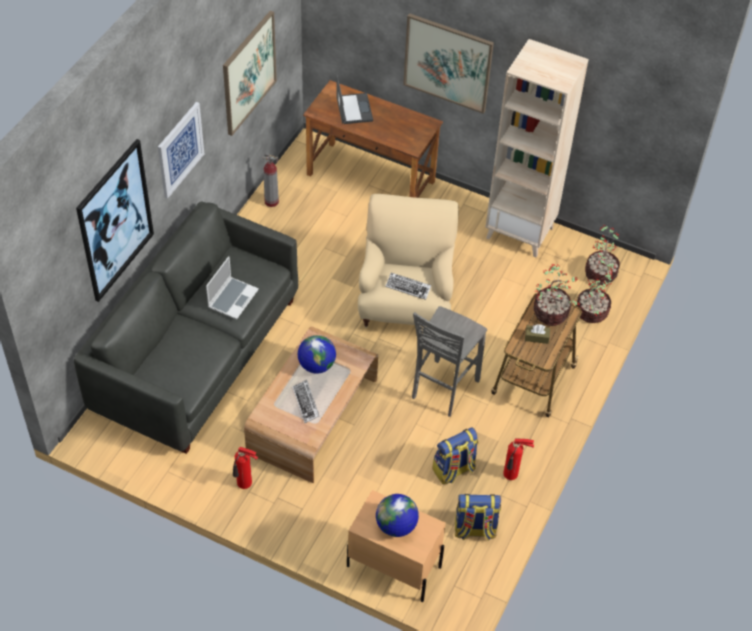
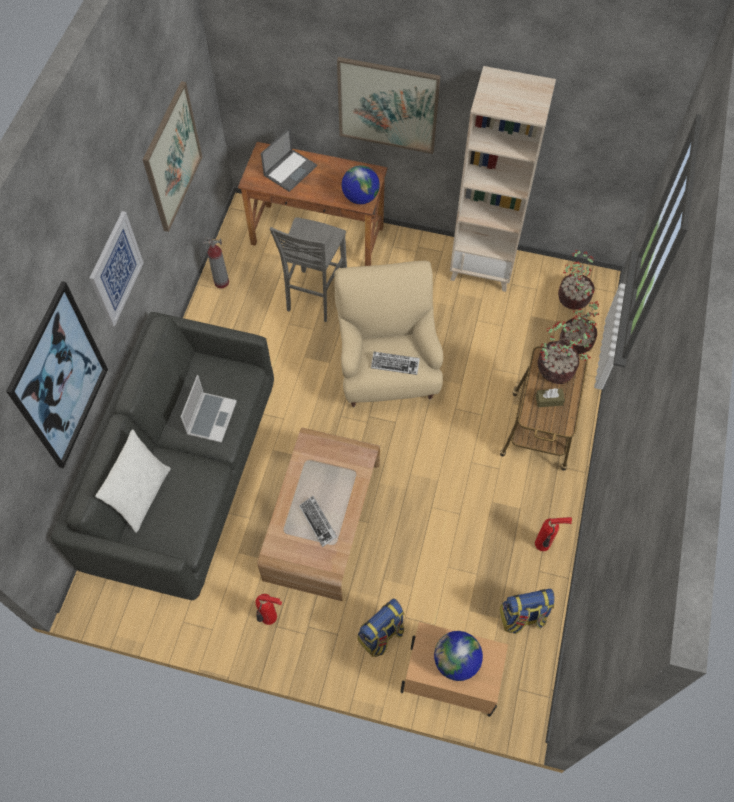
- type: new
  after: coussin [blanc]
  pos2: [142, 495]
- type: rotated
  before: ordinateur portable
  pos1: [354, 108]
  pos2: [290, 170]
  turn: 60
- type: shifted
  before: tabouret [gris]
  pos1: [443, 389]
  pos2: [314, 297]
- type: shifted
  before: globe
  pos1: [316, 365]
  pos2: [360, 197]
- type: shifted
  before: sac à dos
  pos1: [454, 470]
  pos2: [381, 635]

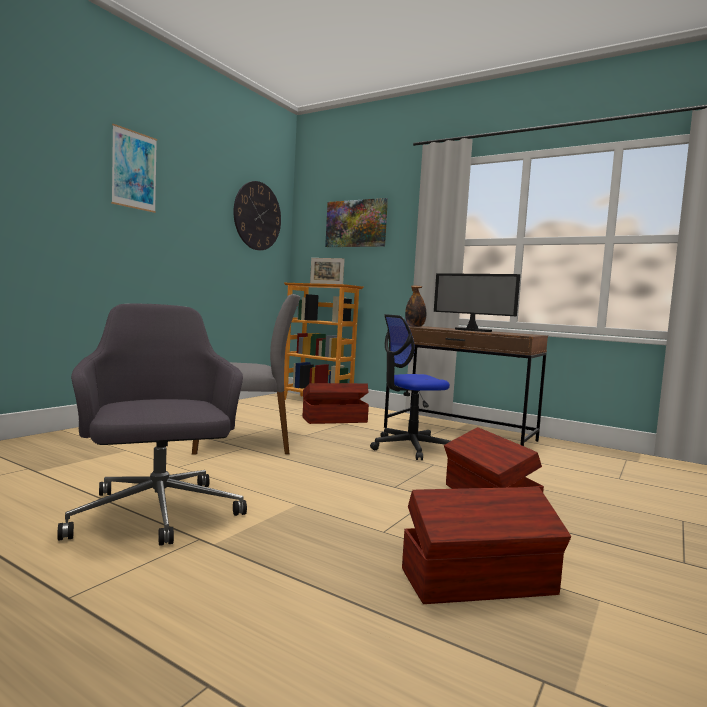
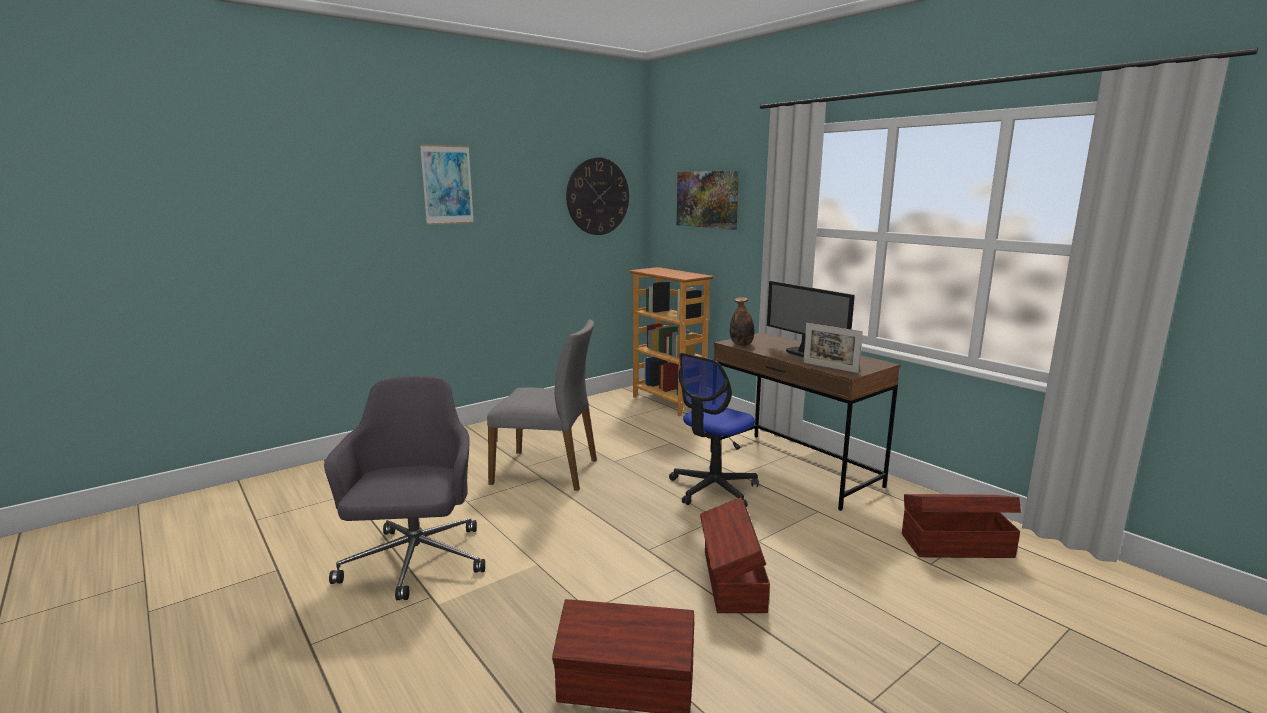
- type: rotated
  before: chaise de bureau
  pos1: [409, 447]
  pos2: [713, 489]
  turn: -45
- type: shifted
  before: cadre photo
  pos1: [326, 284]
  pos2: [830, 367]
- type: shifted
  before: boîte de rangement [marron]
  pos1: [333, 420]
  pos2: [954, 544]

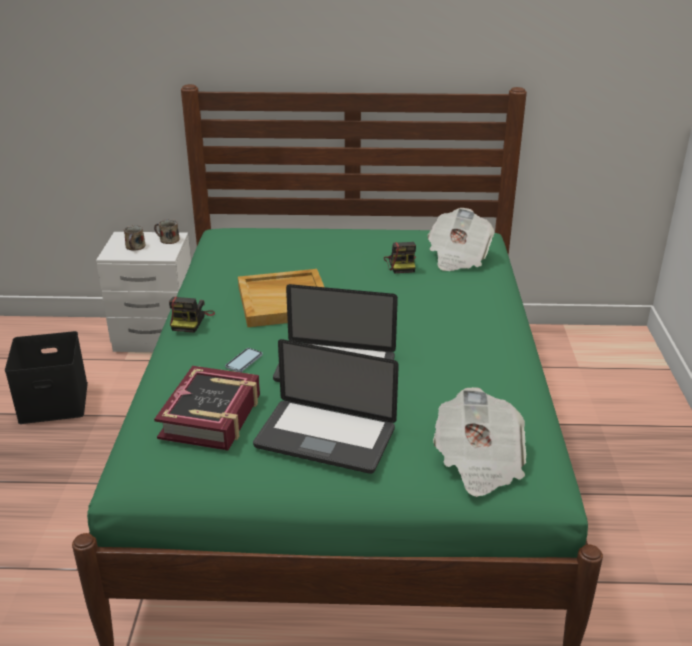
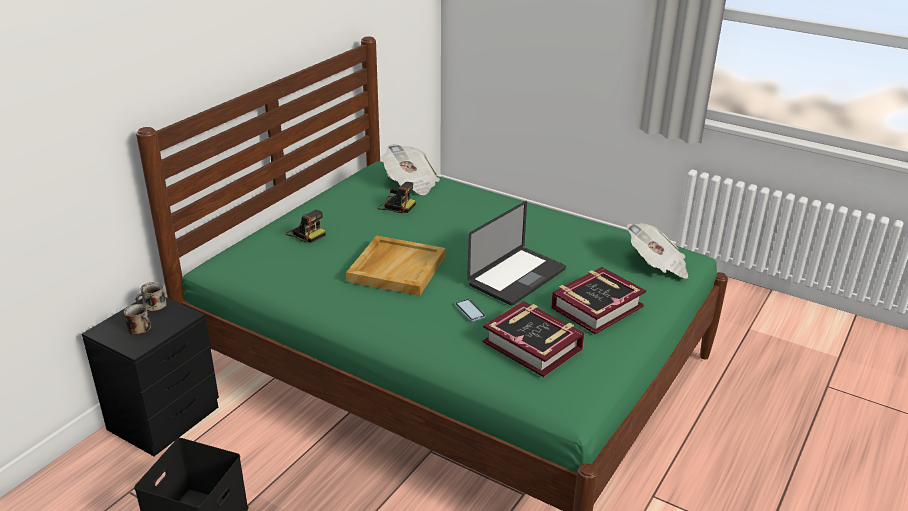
- type: repainted
  before: table de chevet [blanc]
  after: table de chevet [noir]
  pos1: [157, 337]
  pos2: [166, 418]
- type: shifted
  before: appareil photo
  pos1: [191, 320]
  pos2: [306, 233]
- type: swapped
  before: ordinateur portable
  after: livre
  pos1: [325, 438]
  pos2: [596, 307]

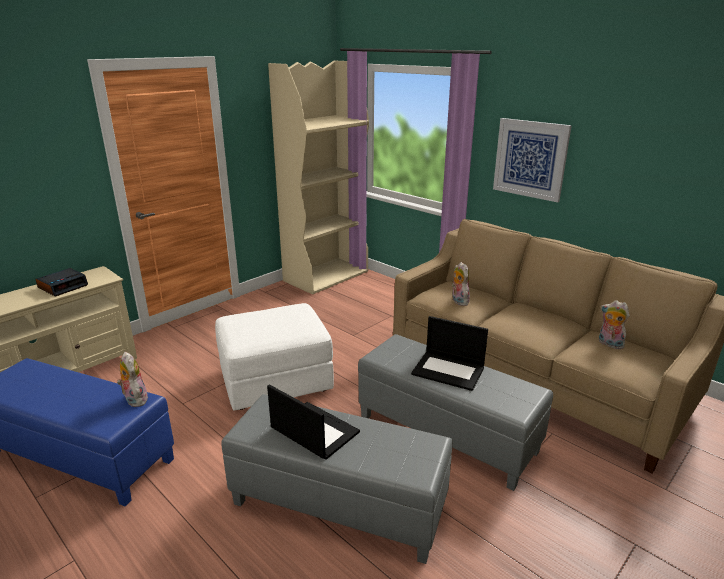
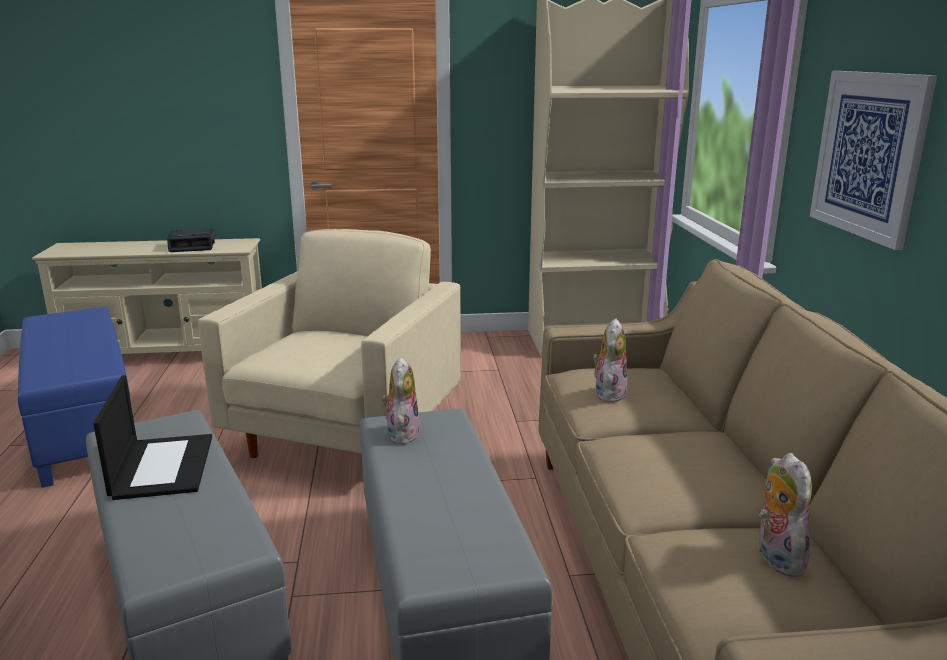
- type: swapped
  before: pouf [blanc]
  after: fauteuil [beige]
  pos1: [276, 380]
  pos2: [346, 434]
- type: shifted
  before: peluche
  pos1: [134, 399]
  pos2: [401, 433]
- type: gone
  before: ordinateur portable
  pos1: [449, 370]

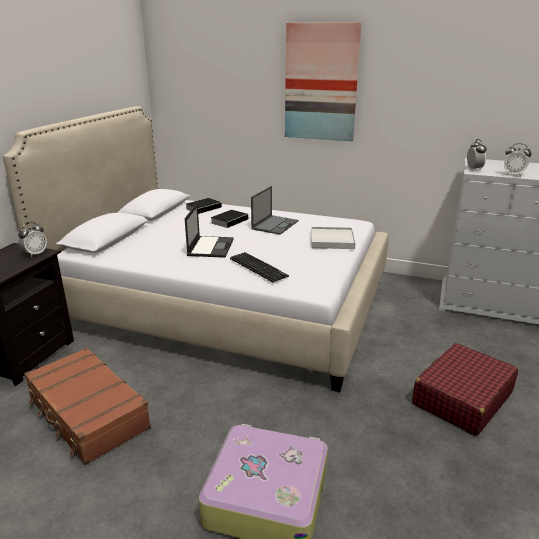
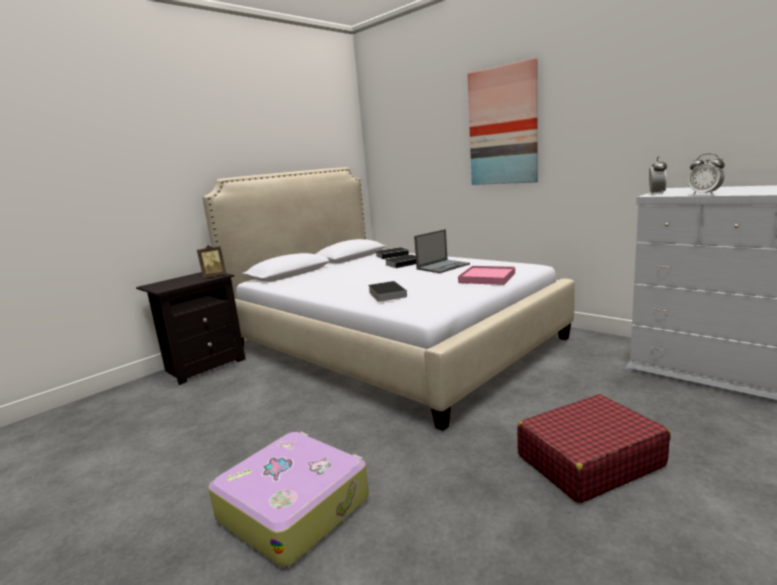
- type: swapped
  before: réveil
  after: cadre photo
  pos1: [35, 254]
  pos2: [214, 276]
- type: swapped
  before: clavier
  after: livre
  pos1: [258, 267]
  pos2: [386, 294]
- type: repainted
  before: plateau [blanc]
  after: plateau [rose]
  pos1: [332, 240]
  pos2: [487, 278]
- type: gone
  before: valise [marron]
  pos1: [87, 414]
- type: gone
  before: ordinateur portable
  pos1: [211, 247]

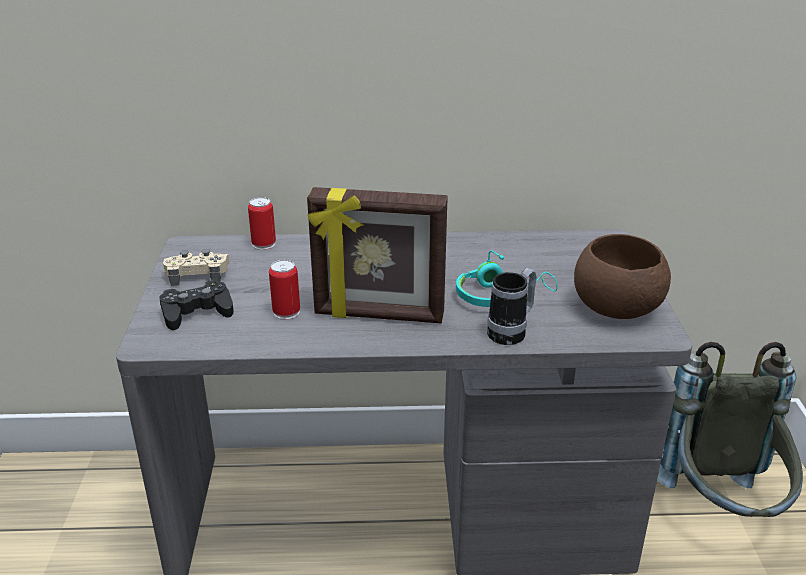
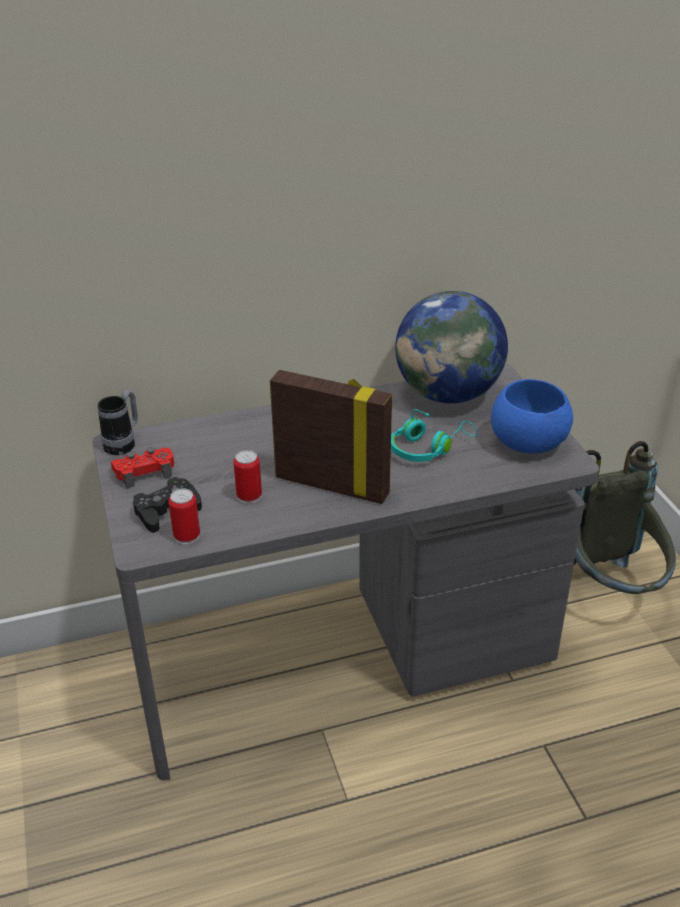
- type: shifted
  before: mug
  pos1: [511, 332]
  pos2: [124, 443]
- type: repainted
  before: manette [beige]
  after: manette [rouge]
  pos1: [197, 274]
  pos2: [144, 472]
- type: shifted
  before: boîte métallique
  pos1: [264, 244]
  pos2: [187, 536]
- type: rotated
  before: cadre photo
  pos1: [379, 315]
  pos2: [332, 485]
  turn: -150
- type: new
  after: globe
  pos2: [448, 394]
- type: repainted
  before: bol [marron]
  after: bol [bleu]
  pos1: [615, 309]
  pos2: [527, 444]

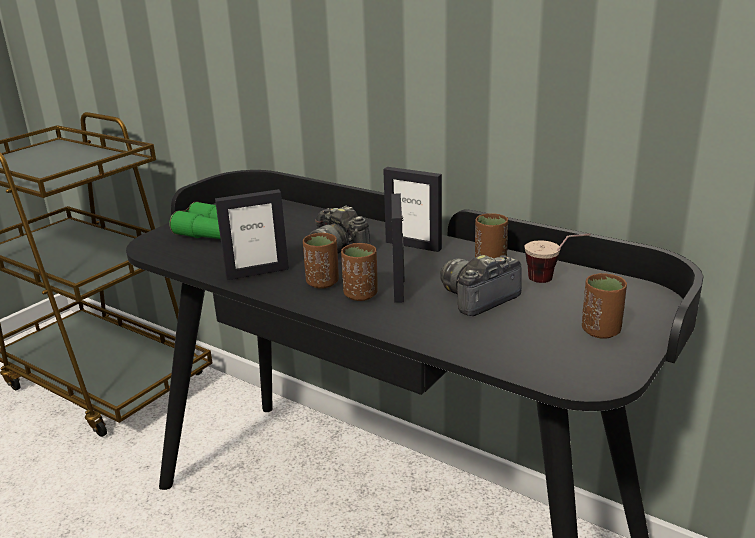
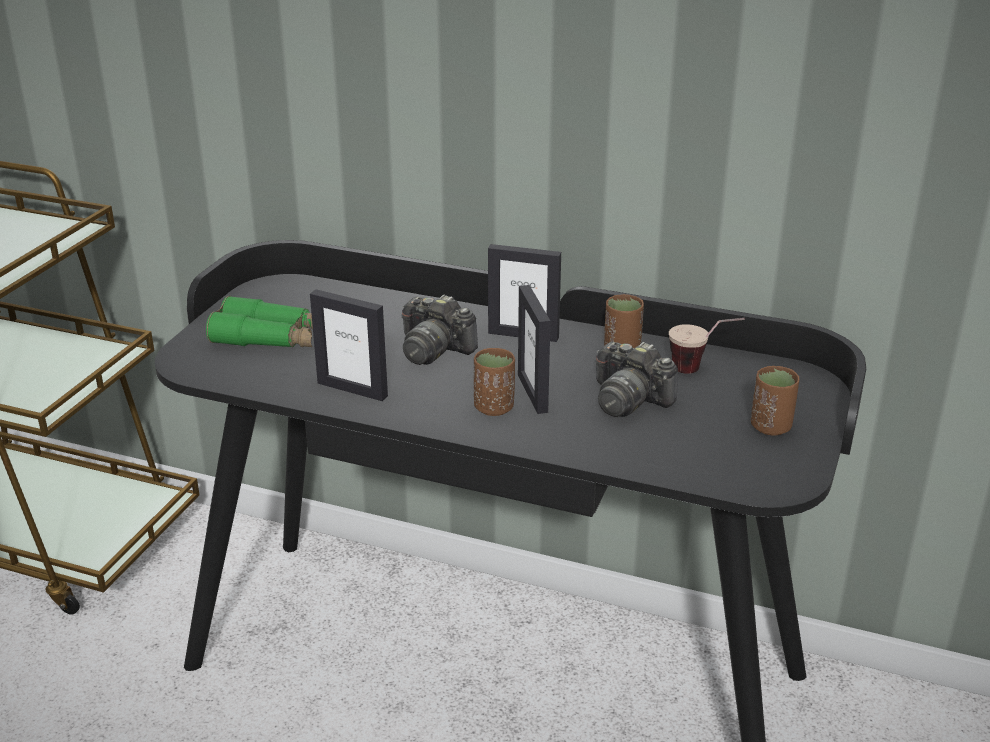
- type: rotated
  before: cadre photo
  pos1: [257, 272]
  pos2: [352, 389]
  turn: 60
- type: rotated
  before: appareil photo
  pos1: [478, 298]
  pos2: [628, 400]
  turn: -90
- type: gone
  before: tasse [marron]
  pos1: [322, 283]

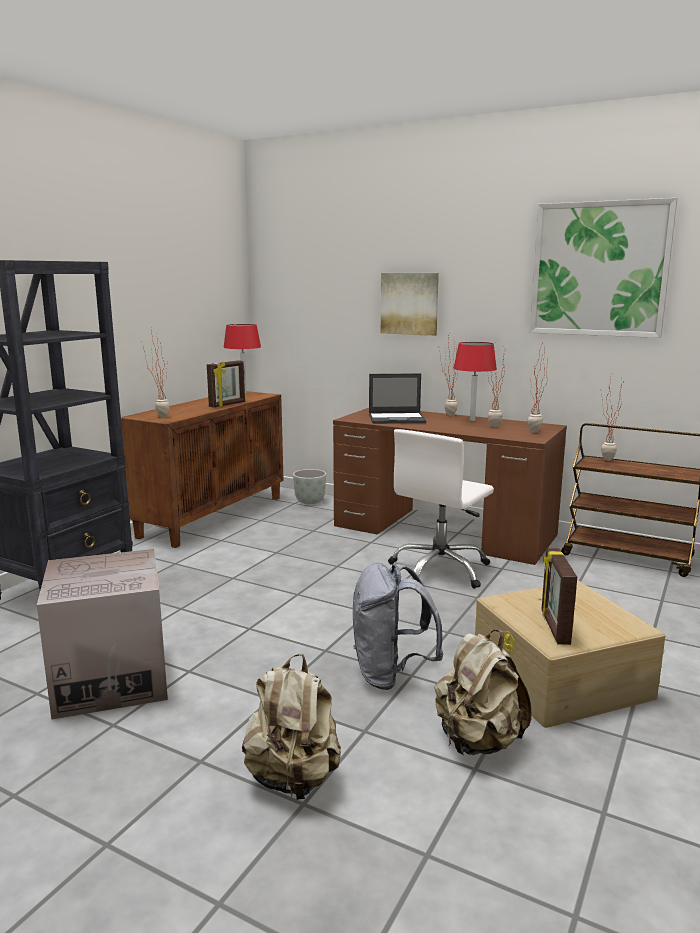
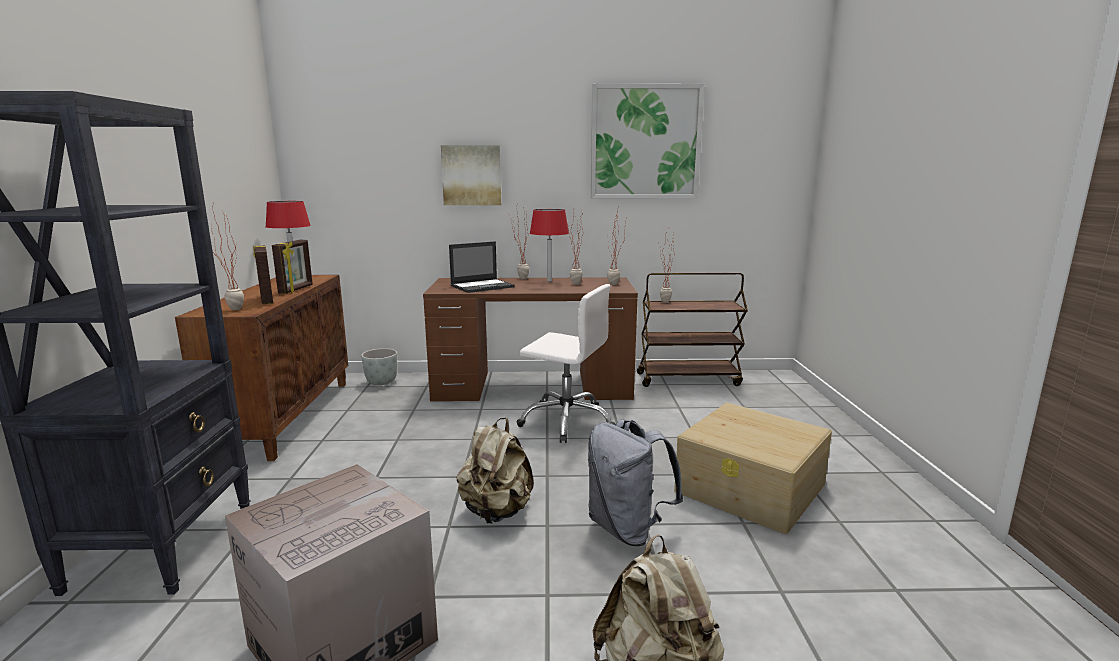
- type: shifted
  before: cadre photo
  pos1: [554, 628]
  pos2: [266, 300]
- type: shifted
  before: sac à dos [beige]
  pos1: [478, 741]
  pos2: [496, 512]
- type: rotated
  before: chaise de bureau [blanc]
  pos1: [440, 570]
  pos2: [567, 421]
  turn: -75

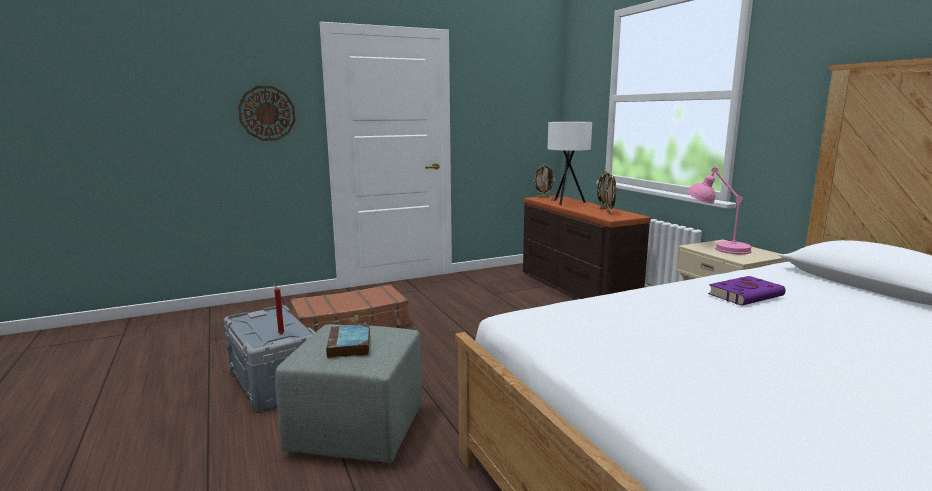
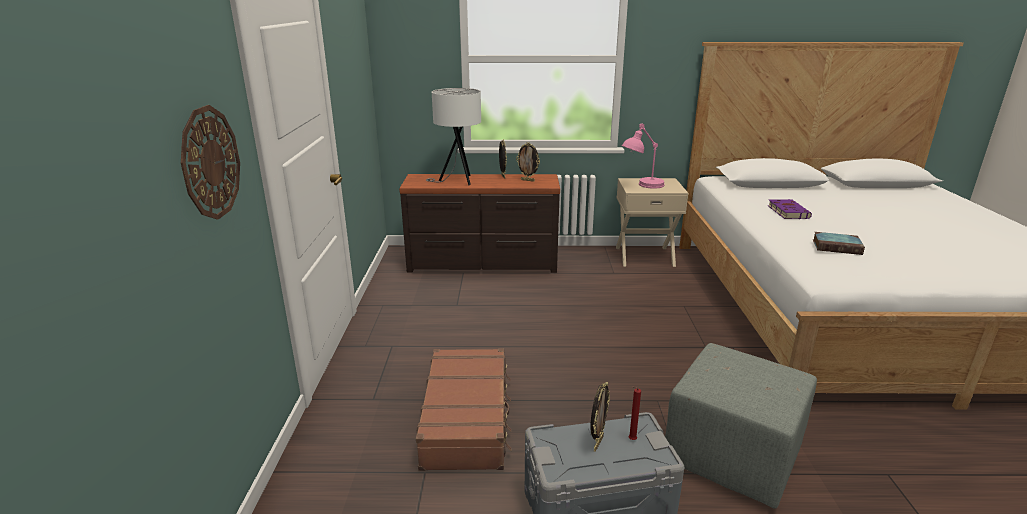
- type: shifted
  before: cadre photo
  pos1: [543, 197]
  pos2: [597, 443]
- type: shifted
  before: livre
  pos1: [350, 346]
  pos2: [837, 247]

